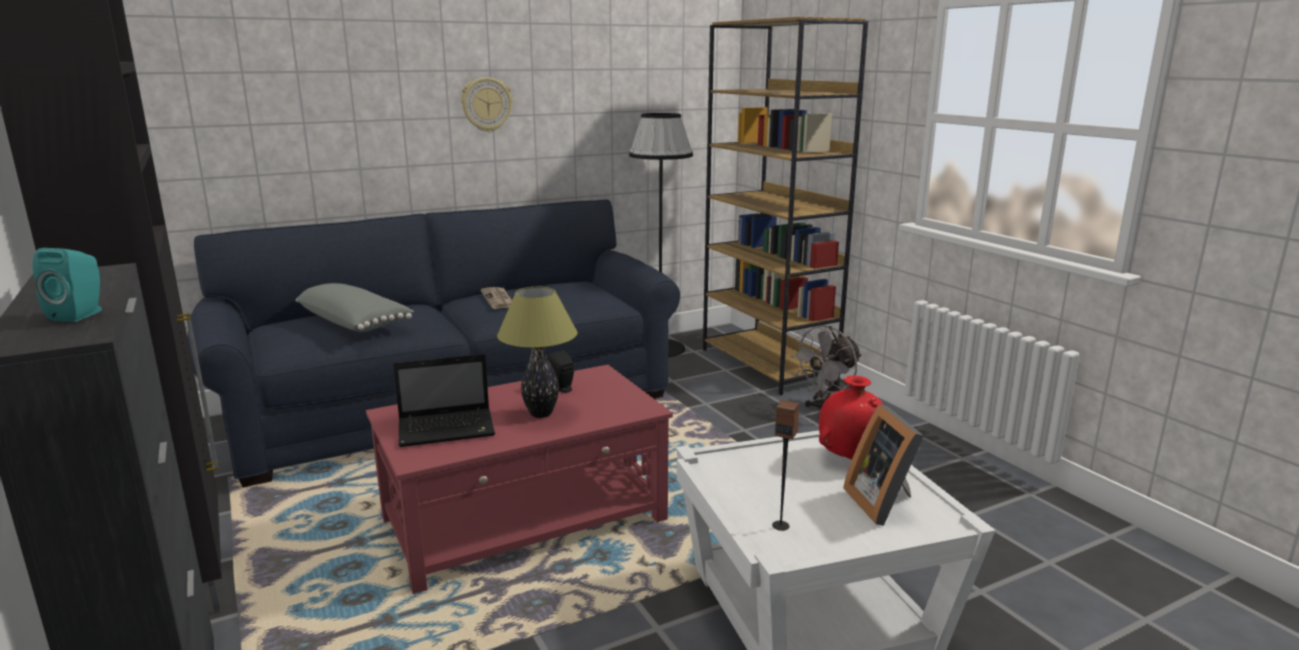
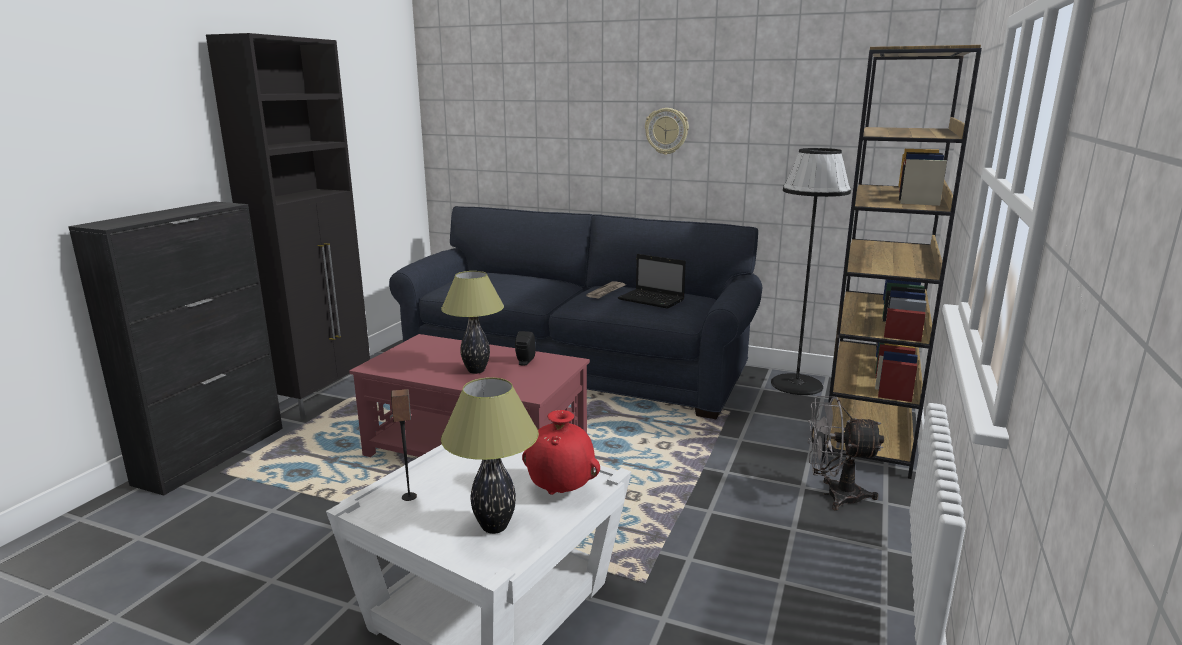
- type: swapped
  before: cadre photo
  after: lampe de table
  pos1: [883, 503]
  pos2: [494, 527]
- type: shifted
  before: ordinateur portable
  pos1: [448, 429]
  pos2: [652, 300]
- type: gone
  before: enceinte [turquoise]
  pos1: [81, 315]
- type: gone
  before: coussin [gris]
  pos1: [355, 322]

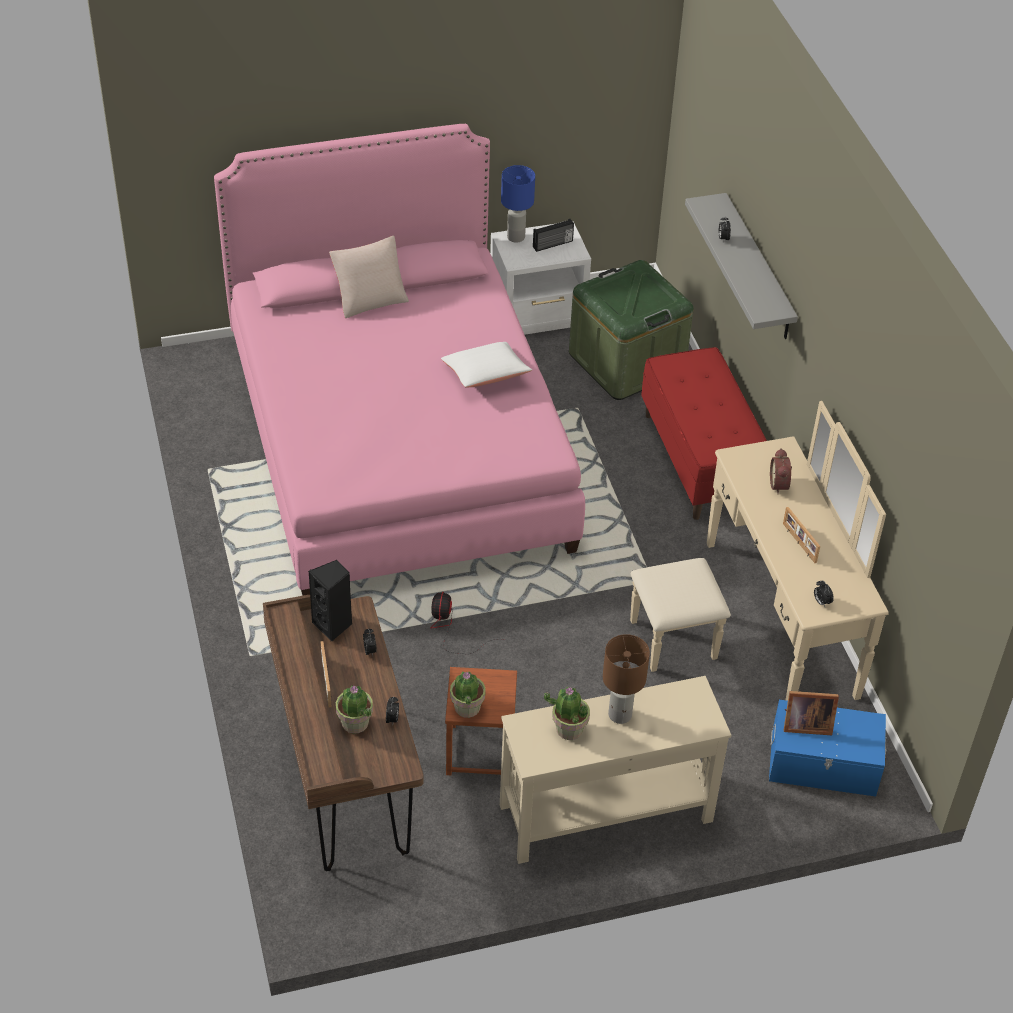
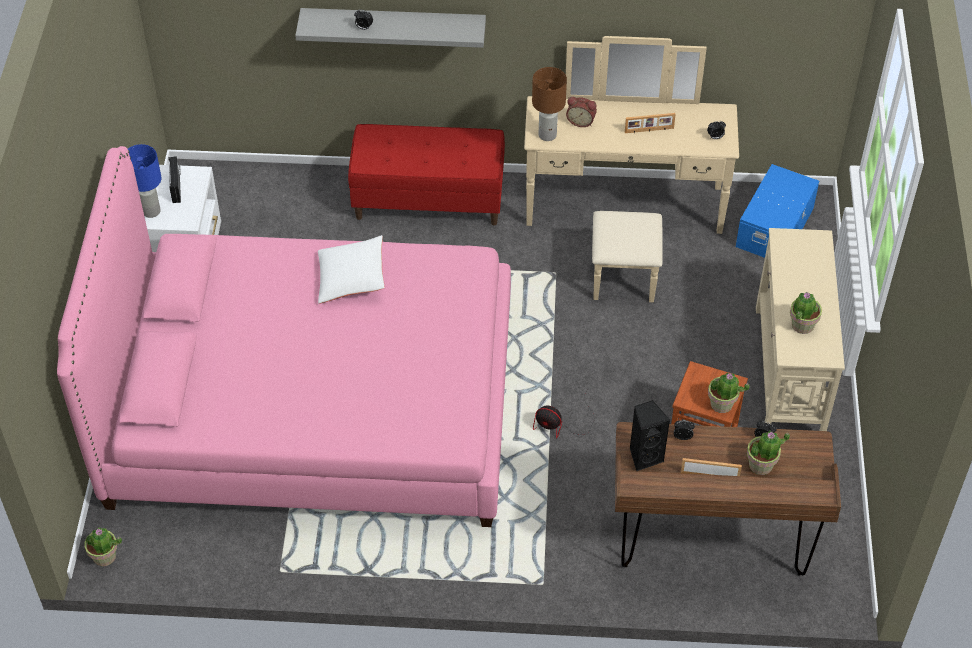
- type: new
  after: plante en pot
  pos2: [105, 557]
- type: shifted
  before: lampe de table [marron]
  pos1: [620, 715]
  pos2: [548, 135]
- type: gone
  before: coussin [beige]
  pos1: [370, 298]
- type: gone
  before: boîte de rangement [vert]
  pos1: [626, 362]
- type: gone
  before: cadre photo
  pos1: [805, 724]

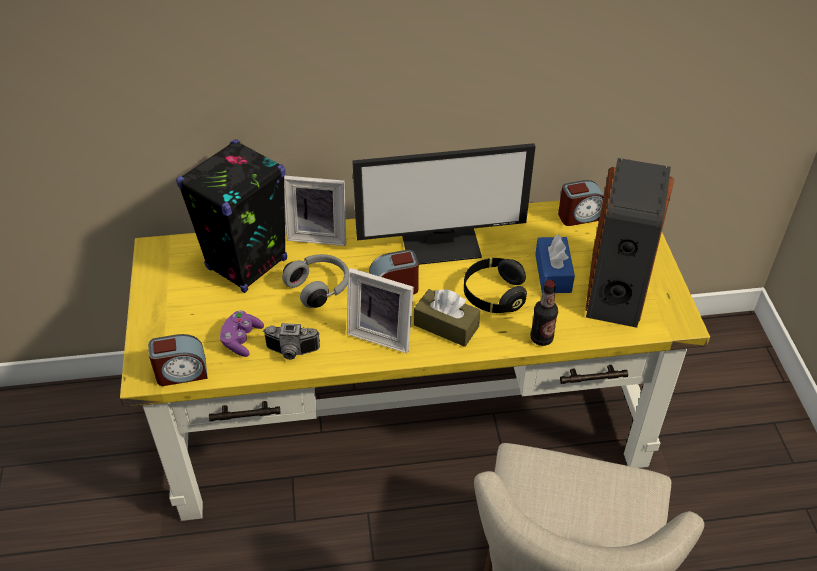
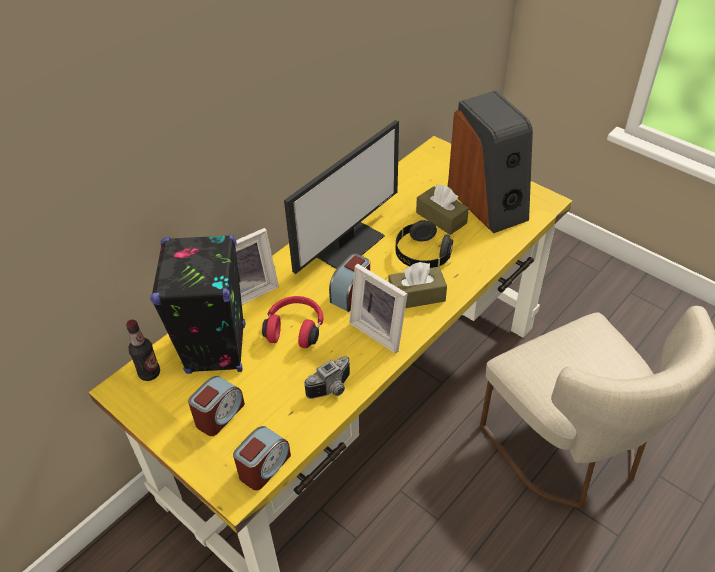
- type: shifted
  before: bouteille
  pos1: [541, 338]
  pos2: [149, 373]
- type: shifted
  before: réveil
  pos1: [580, 216]
  pos2: [219, 415]
- type: repainted
  before: casque audio [gris]
  after: casque audio [rouge]
  pos1: [319, 287]
  pos2: [295, 328]
- type: rotated
  before: cadre photo
  pos1: [382, 333]
  pos2: [380, 330]
  turn: 60
- type: repainted
  before: boîte à mouchoirs [bleu]
  after: boîte à mouchoirs [marron]
  pos1: [553, 273]
  pos2: [441, 218]
- type: gone
  before: manette [violet]
  pos1: [241, 340]

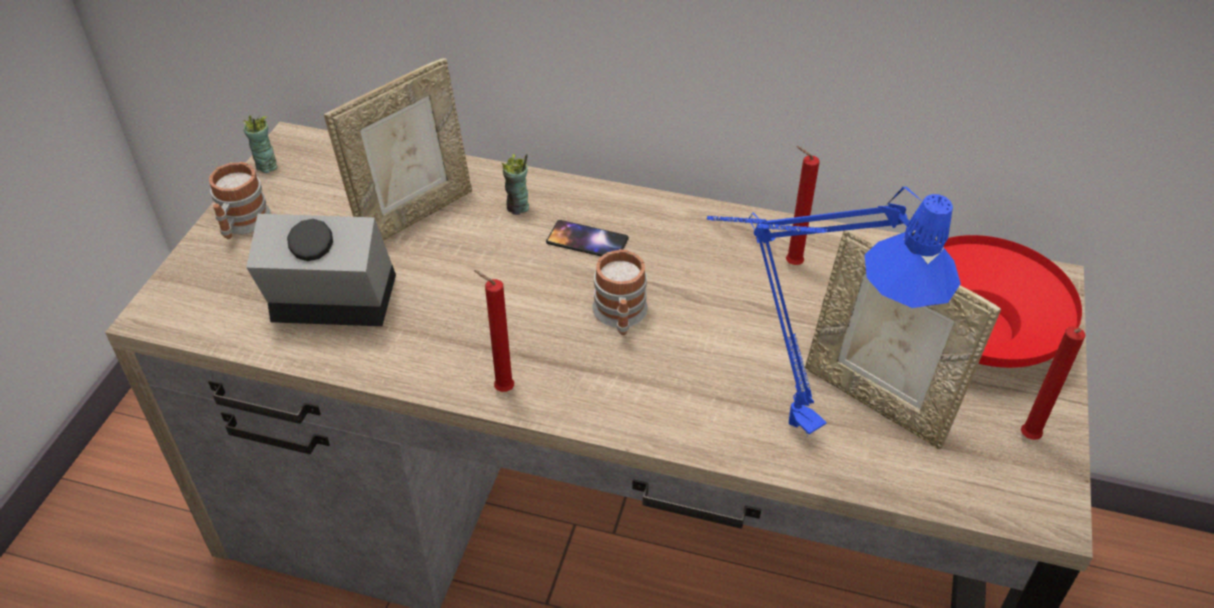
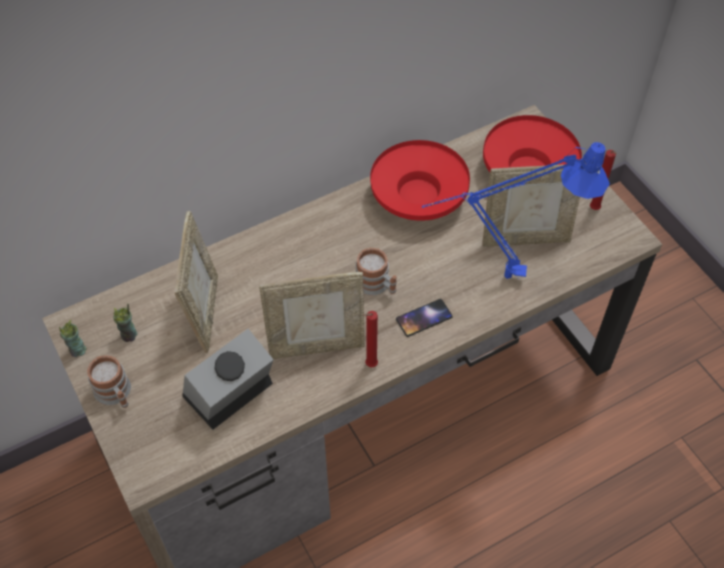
- type: shifted
  before: tasse
  pos1: [518, 208]
  pos2: [129, 335]
- type: new
  after: cadre photo
  pos2: [316, 346]
- type: swapped
  before: bougie [rouge]
  after: bol [rouge]
  pos1: [790, 264]
  pos2: [418, 197]
- type: shifted
  before: téléphone
  pos1: [587, 241]
  pos2: [424, 318]

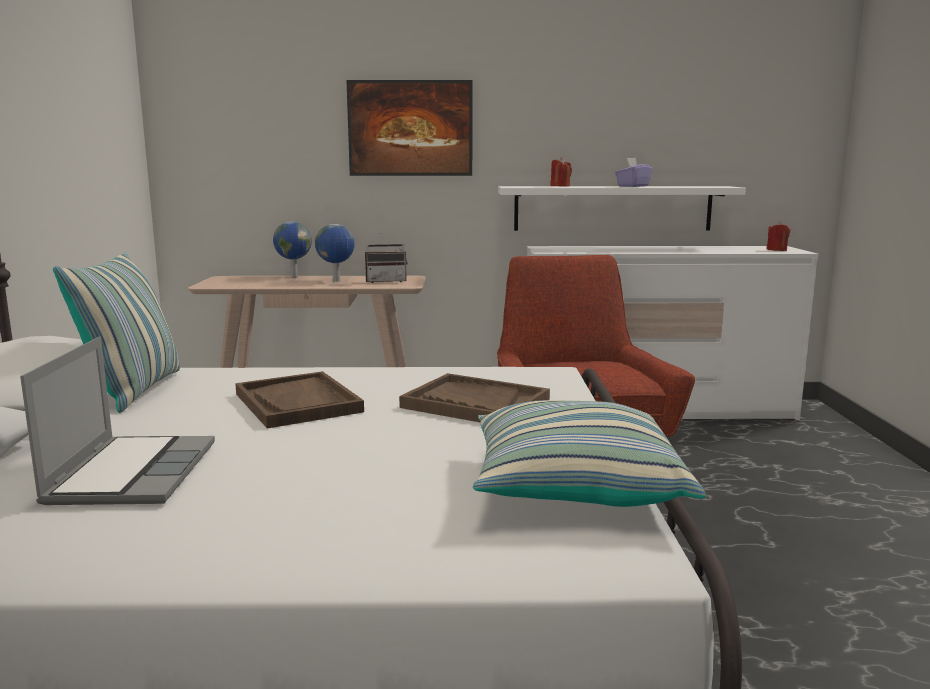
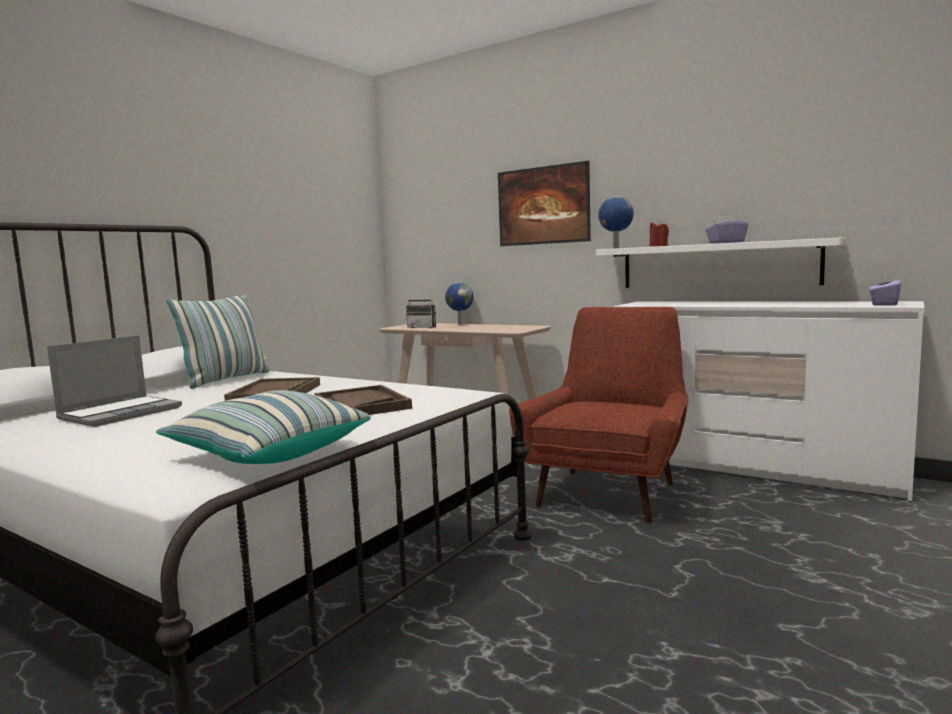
- type: shifted
  before: radio
  pos1: [386, 281]
  pos2: [423, 327]
- type: shifted
  before: globe
  pos1: [336, 281]
  pos2: [616, 248]
- type: swapped
  before: bougie [rouge]
  after: boîte à mouchoirs [violet]
  pos1: [776, 250]
  pos2: [883, 304]

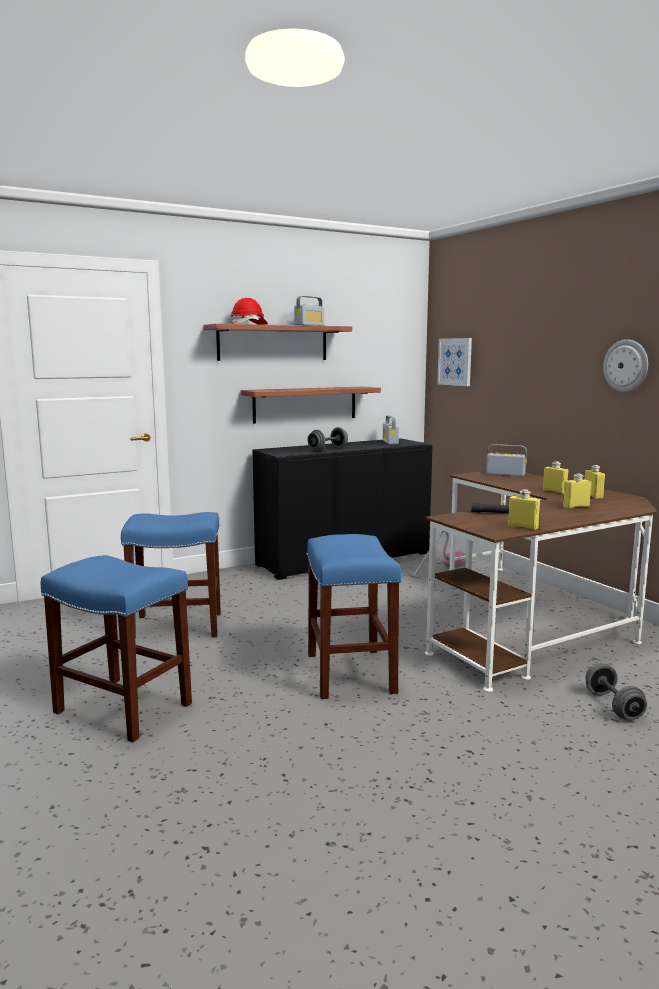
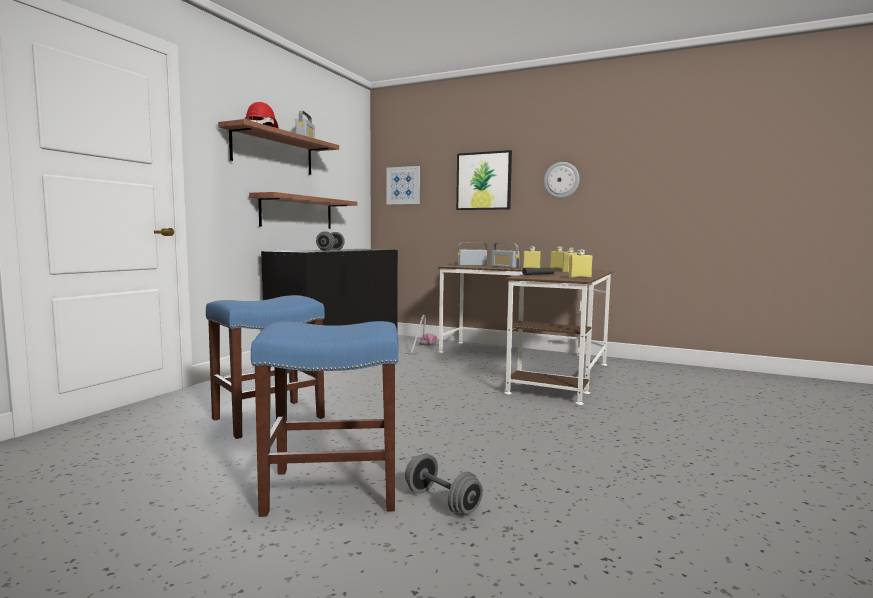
- type: shifted
  before: haltère [gris]
  pos1: [613, 706]
  pos2: [442, 501]
- type: new
  after: tableau
  pos2: [484, 181]
- type: shifted
  before: radio
  pos1: [390, 442]
  pos2: [505, 267]
- type: gone
  before: tabouret [bleu]
  pos1: [349, 672]

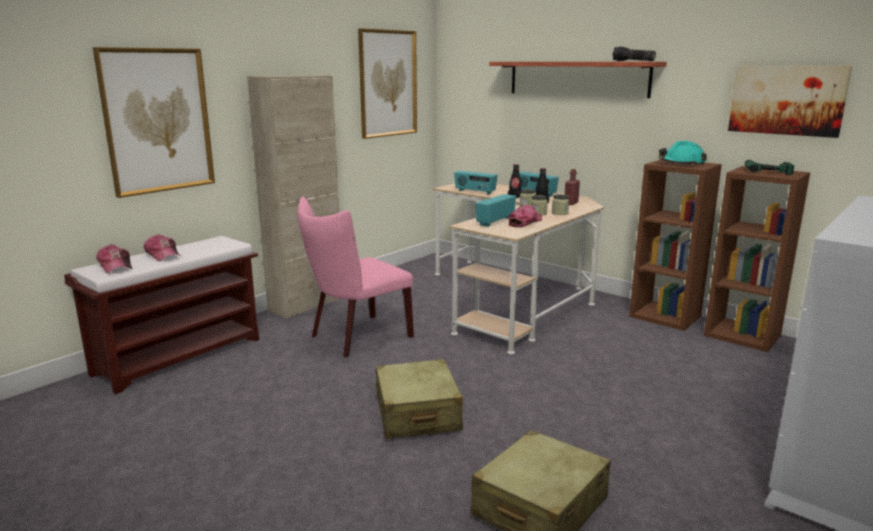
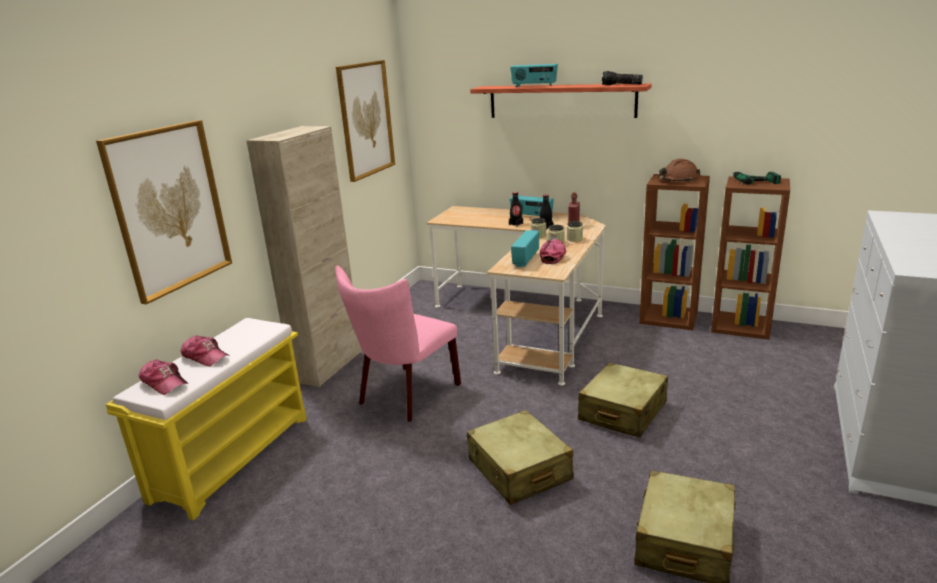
- type: repainted
  before: banc [marron]
  after: banc [jaune]
  pos1: [180, 355]
  pos2: [233, 456]
- type: shifted
  before: radio
  pos1: [475, 192]
  pos2: [534, 86]
- type: new
  after: valise [beige]
  pos2: [622, 412]
- type: repainted
  before: casque de chantier [turquoise]
  after: casque de chantier [marron]
  pos1: [681, 164]
  pos2: [678, 180]
- type: gone
  before: tableau
  pos1: [787, 100]

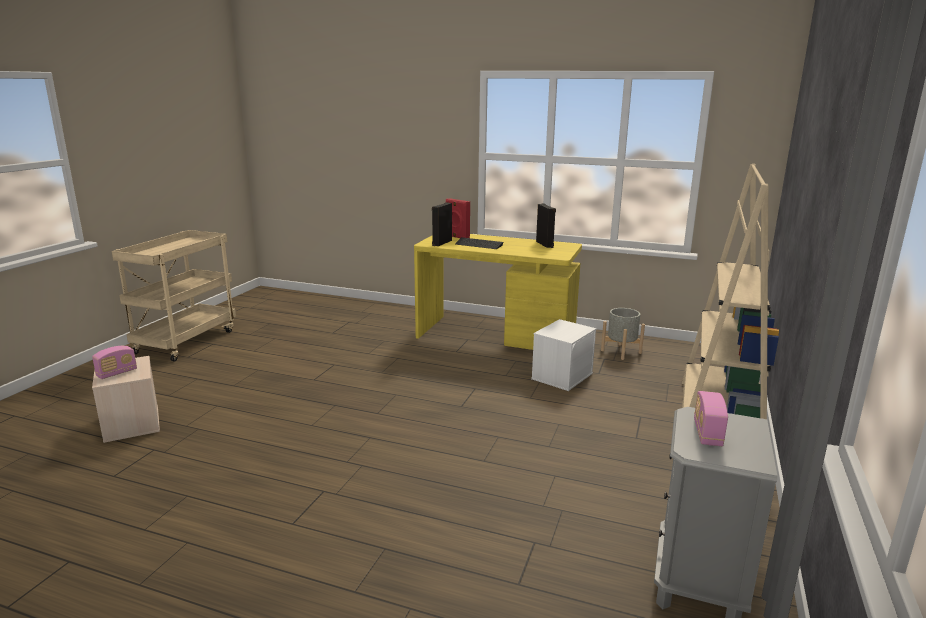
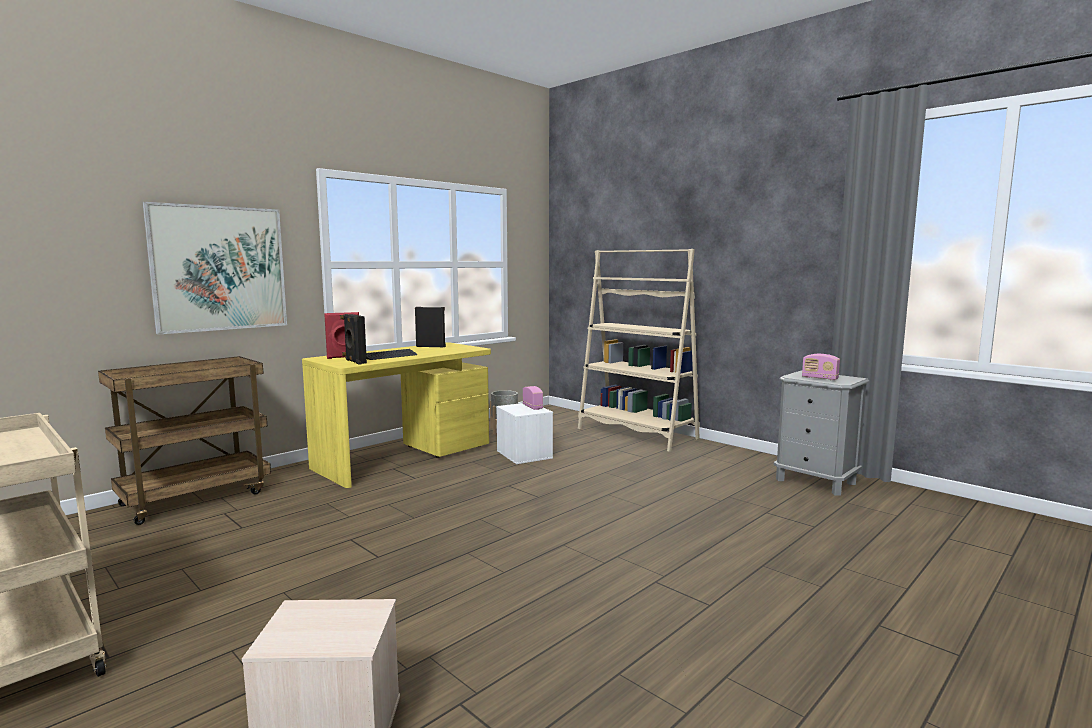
- type: new
  after: chariot [marron]
  pos2: [196, 498]
- type: new
  after: tableau
  pos2: [219, 268]
- type: shifted
  before: radio
  pos1: [117, 373]
  pos2: [532, 407]

